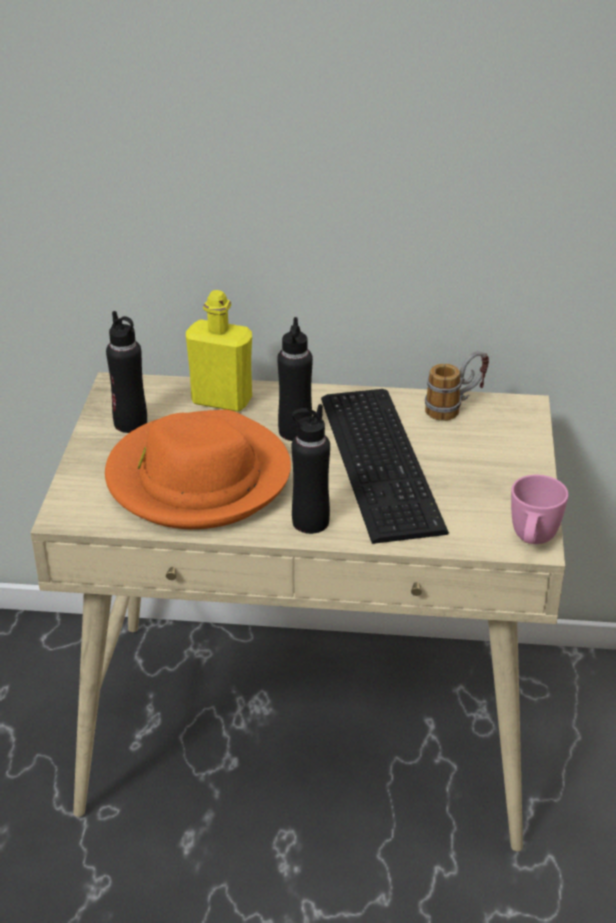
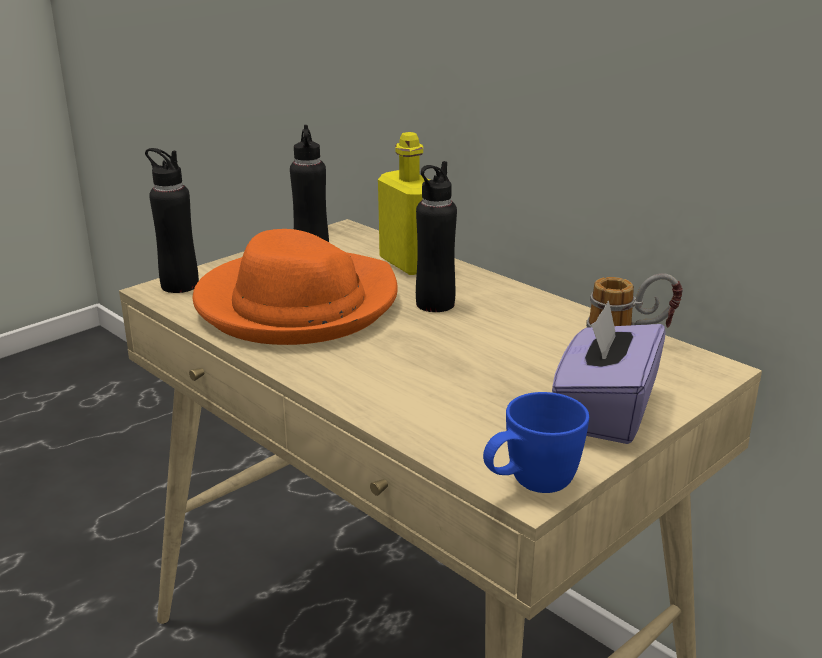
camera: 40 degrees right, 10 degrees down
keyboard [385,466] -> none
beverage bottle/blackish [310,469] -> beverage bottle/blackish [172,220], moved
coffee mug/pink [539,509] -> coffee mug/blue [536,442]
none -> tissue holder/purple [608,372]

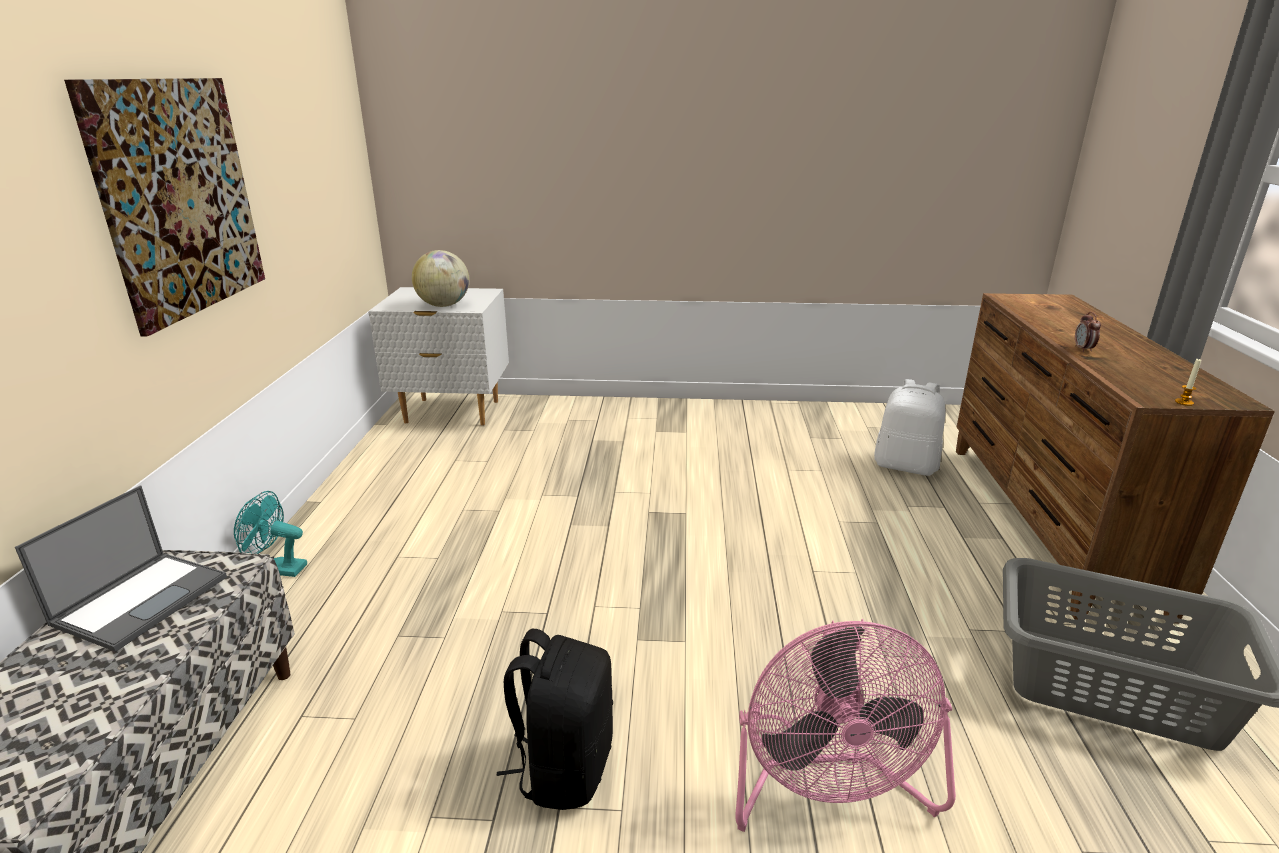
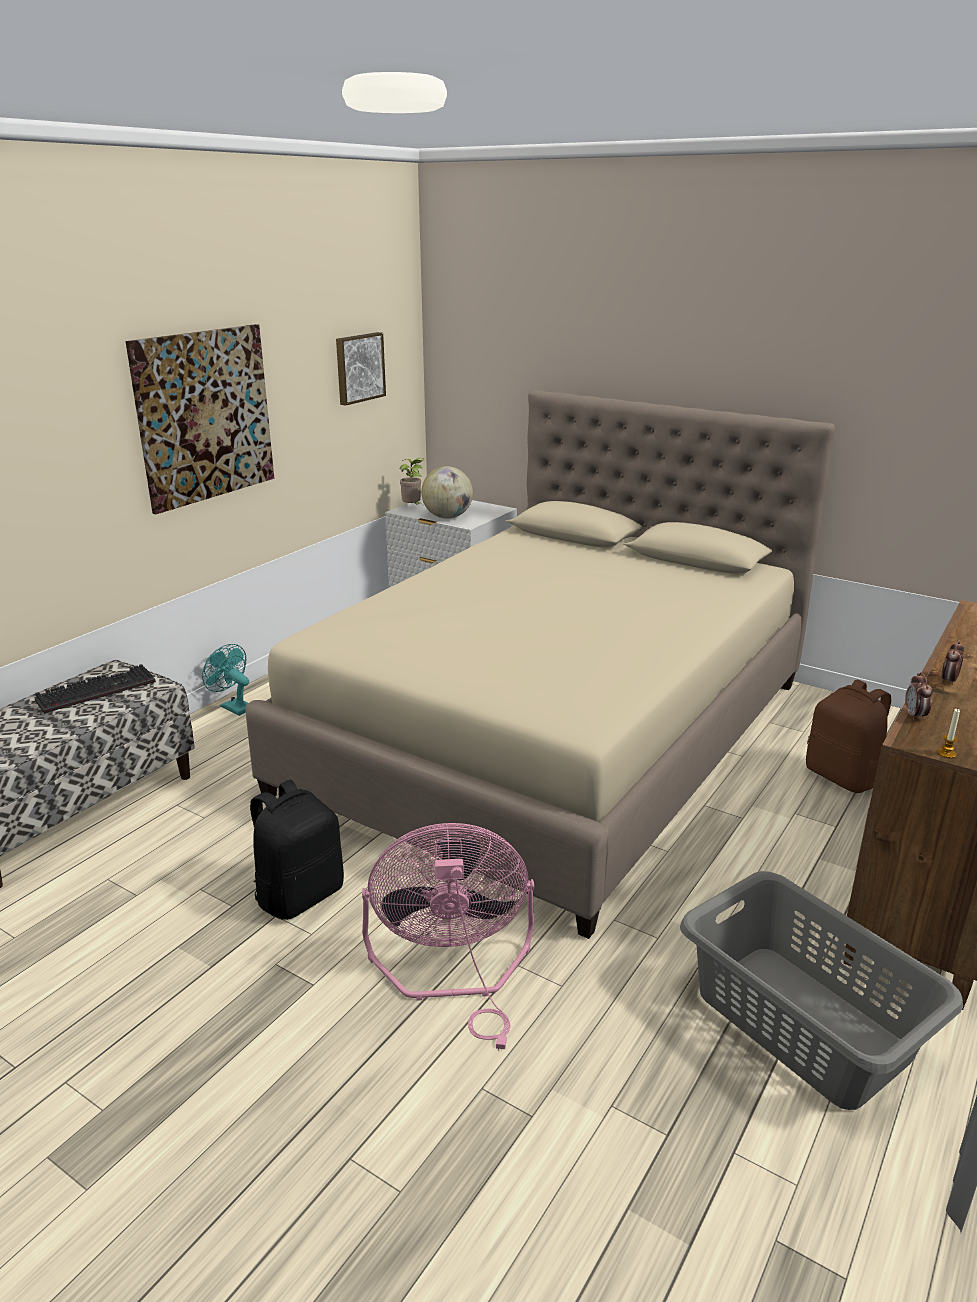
camera: 30 degrees right, 0 degrees up
knapsack/white-coloured [909,427] -> knapsack/brown-coloured [848,736]
notebook computer [121,568] -> keyboard [95,688]
fan/pink [846,725] -> fan/pink [448,936], 150 degrees clockwise
none -> picture [361,368]
none -> sleeping bed/beige-coloured [540,664]
none -> plant in a pot [412,481]
none -> alarm clock [919,696]

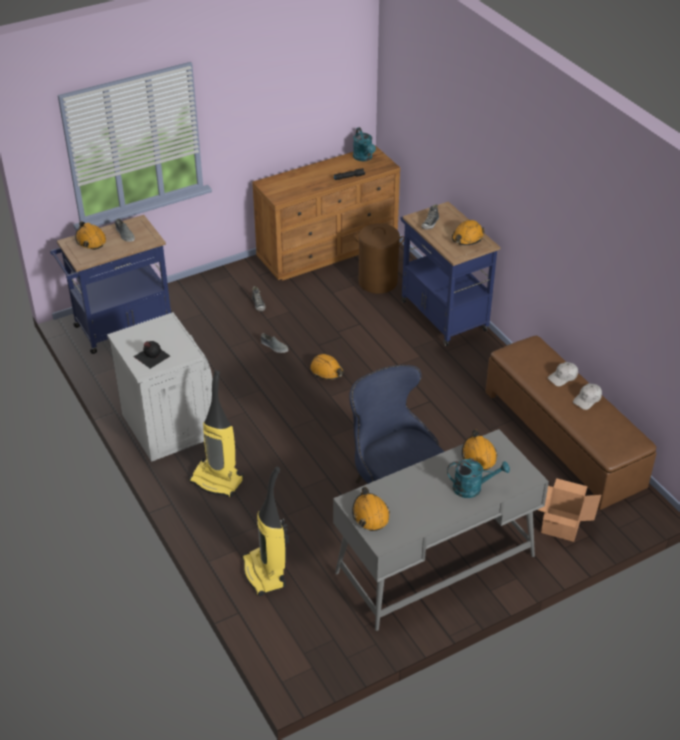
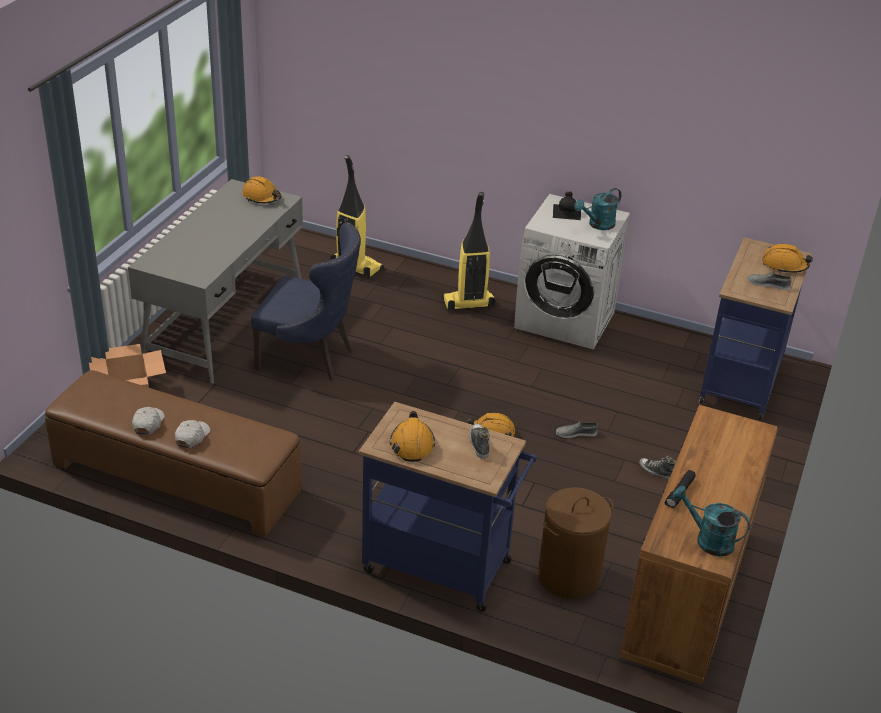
camera: 140 degrees right, 5 degrees down
safety helmet/orange [480,449] -> none
watering pot/turquoise [478,478] -> watering pot/turquoise [597,209], moved

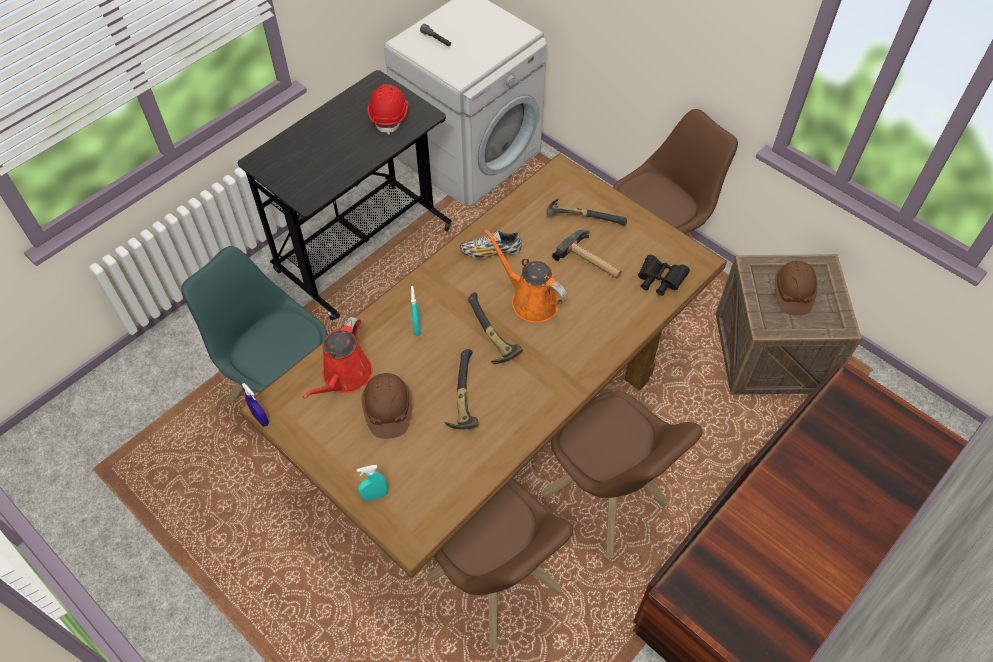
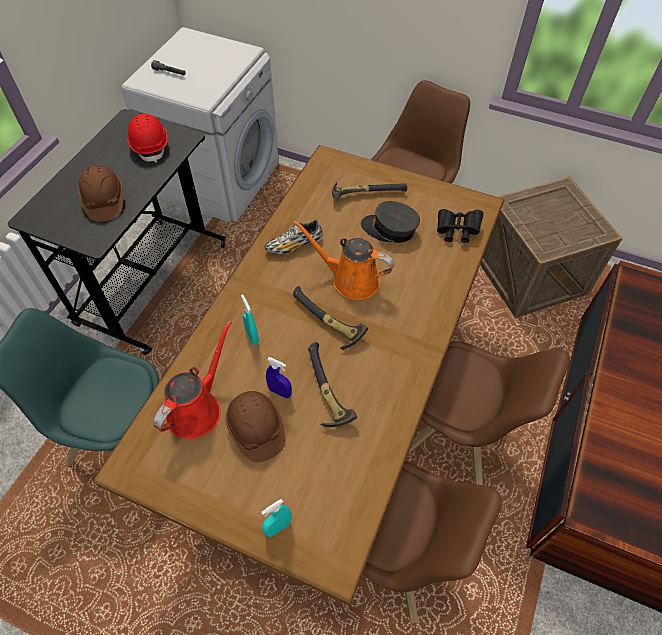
camera: 20 degrees left, 0 degrees up
hand hammer [587,254] -> cap/gray [390,222]
safety helmet/brown-coloured [796,288] -> safety helmet/brown-coloured [100,193], moved
watering pot/red [337,358] -> watering pot/red [192,380], 150 degrees counterclockwise
sprayer/blue [255,405] -> sprayer/blue [279,378], moved

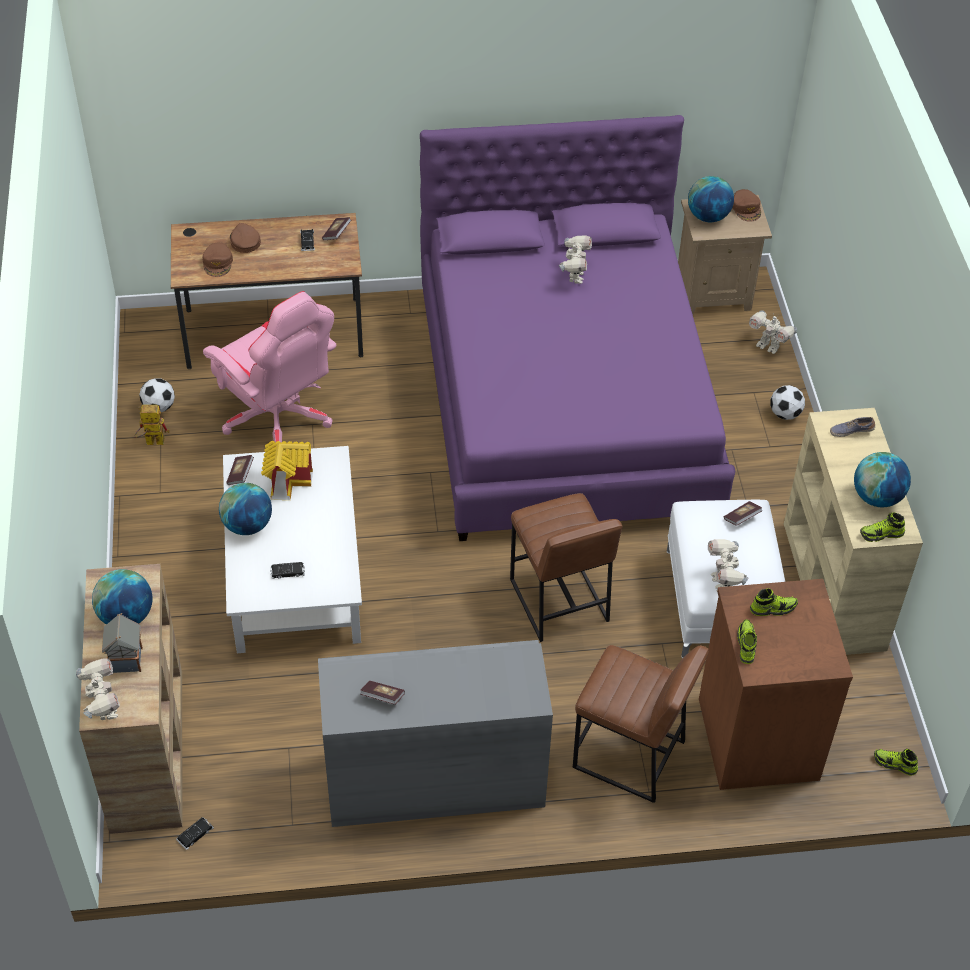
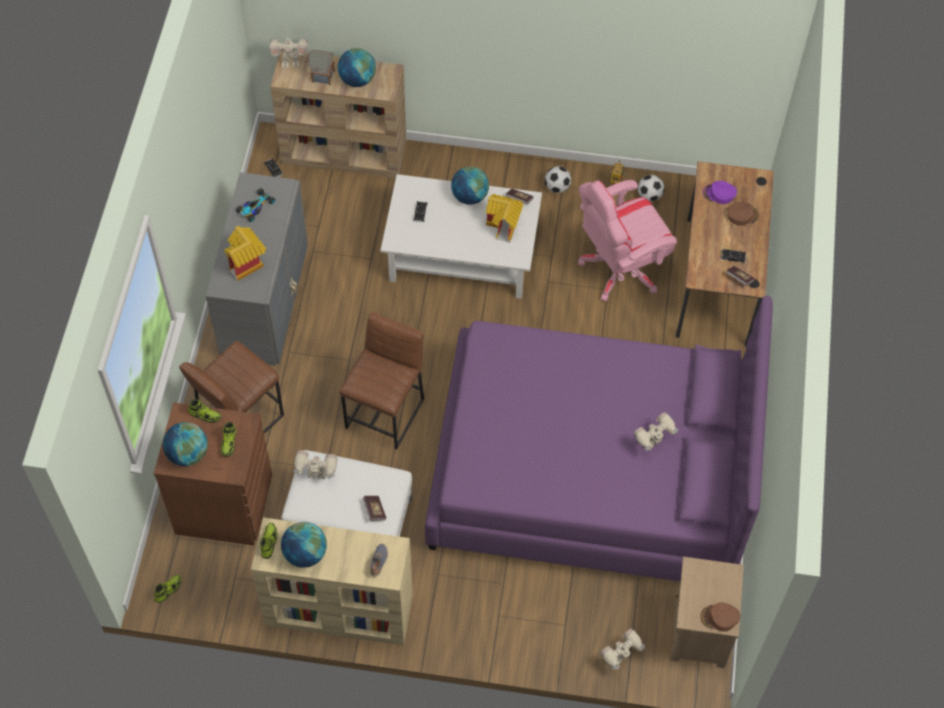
camera: 105 degrees right, 10 degrees up
globe [711,199] -> globe [185,444], moved
toy robot [575,260] -> toy robot [656,431], 120 degrees clockwise
cap/brown-coloured [217,260] -> cap/purple [720,192]
ball for football [787,402] -> ball for football [558,179], moved
plain chair/brown-coloured [566,567] -> plain chair/brown-coloured [381,380], 120 degrees clockwise
volume [382,693] -> model car [255,205]
none -> model house [245,253]

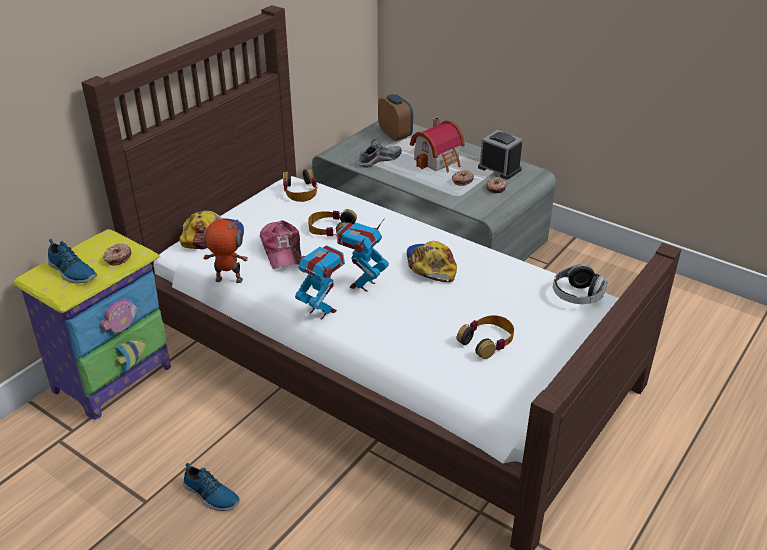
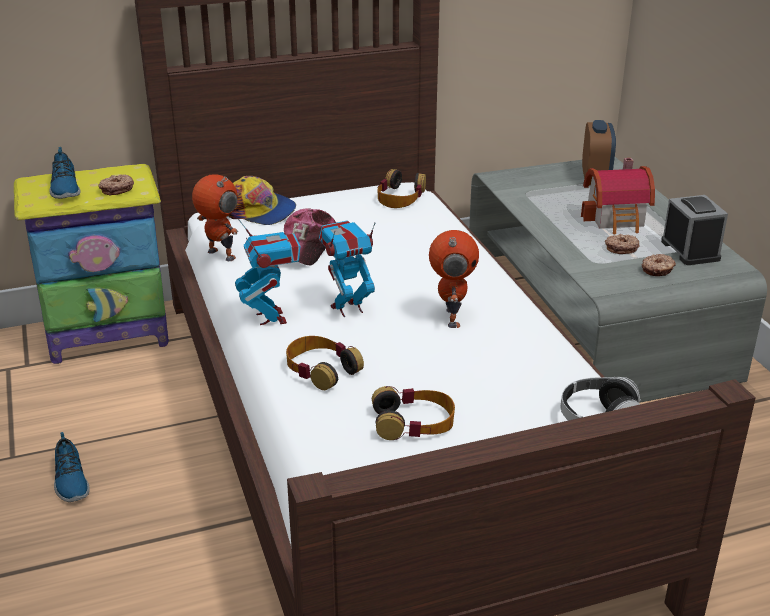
camera: 35 degrees right, 5 degrees down
shoe [380,153] -> none
headphones [332,222] -> headphones [325,363], moved
cap [432,261] -> toy robot [454,279]

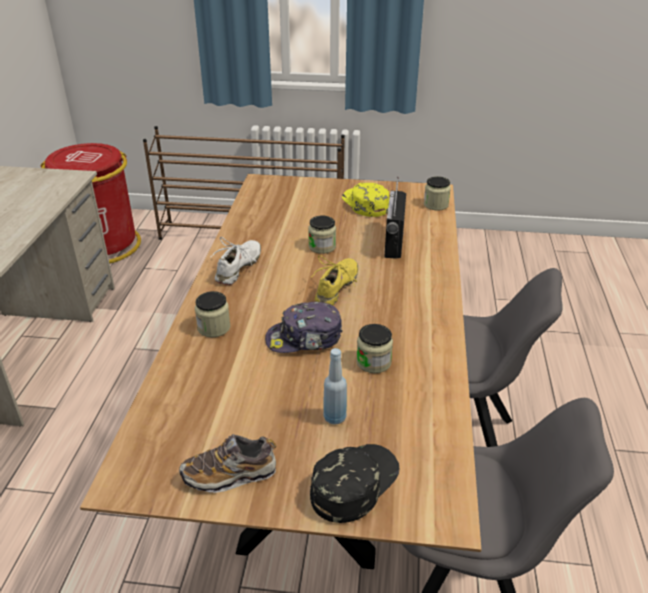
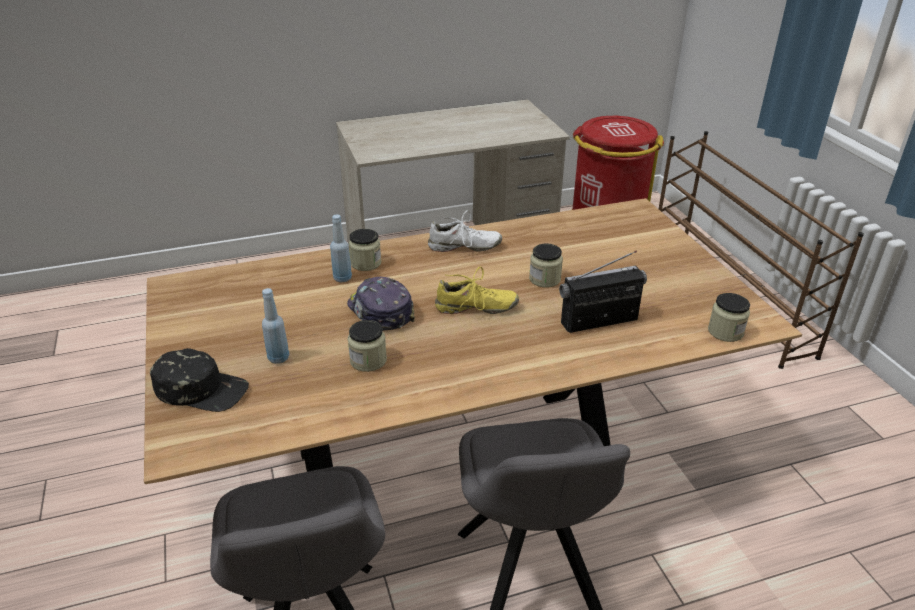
camera: 65 degrees right, 0 degrees up
cap/yellow-coloured [365,200] -> none
shoe [227,463] -> none
none -> beverage bottle/blue [341,248]

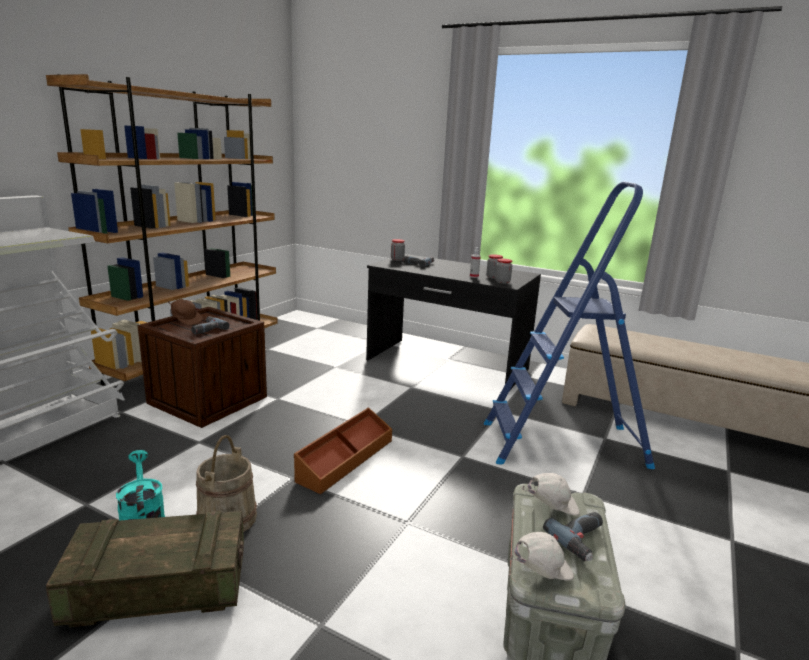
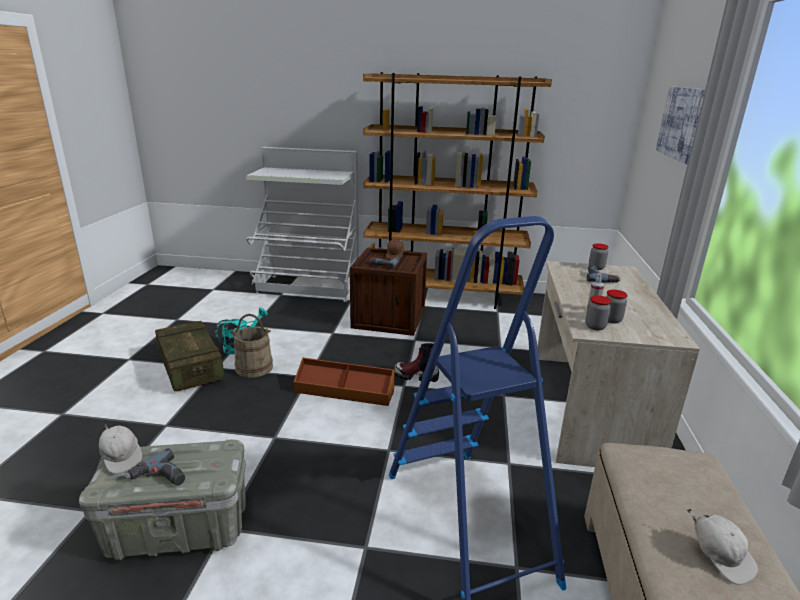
camera: 70 degrees right, 5 degrees up
desk/blackish [453,322] -> desk/beige-coloured [619,364]
cap/white-coloured [551,494] -> cap/white-coloured [722,546], moved
none -> picture [680,125]
none -> boot [416,362]

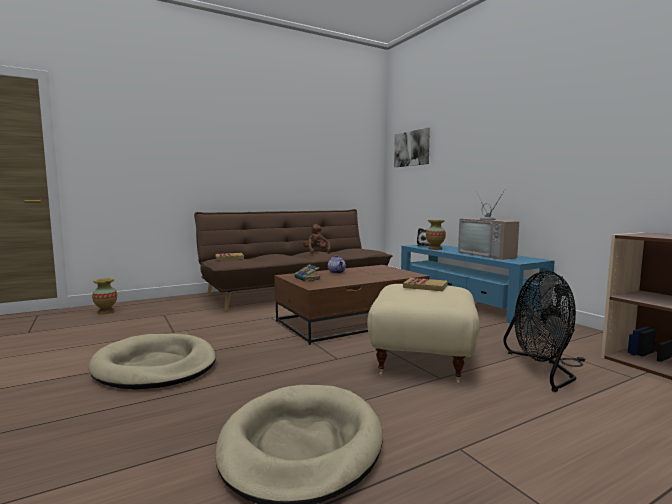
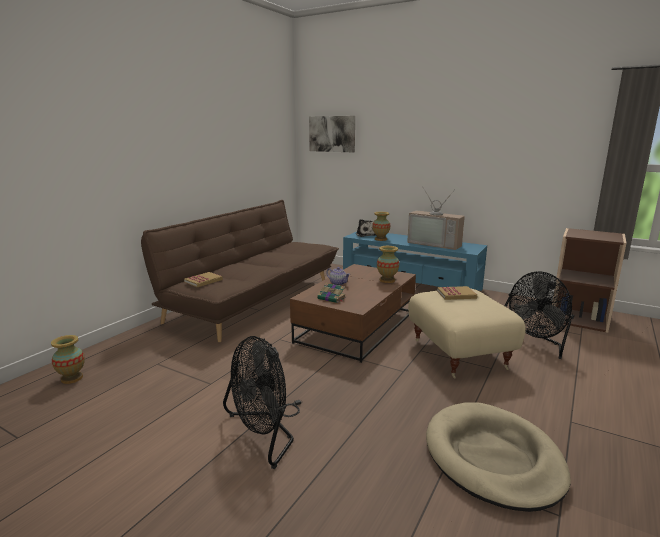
camera: 30 degrees left, 10 degrees up
soft toy/brown-coloured [316,239] -> none
dog cushion/beige-coloured [152,362] -> fan/blackish [263,402]
none -> decorative vase [388,264]

